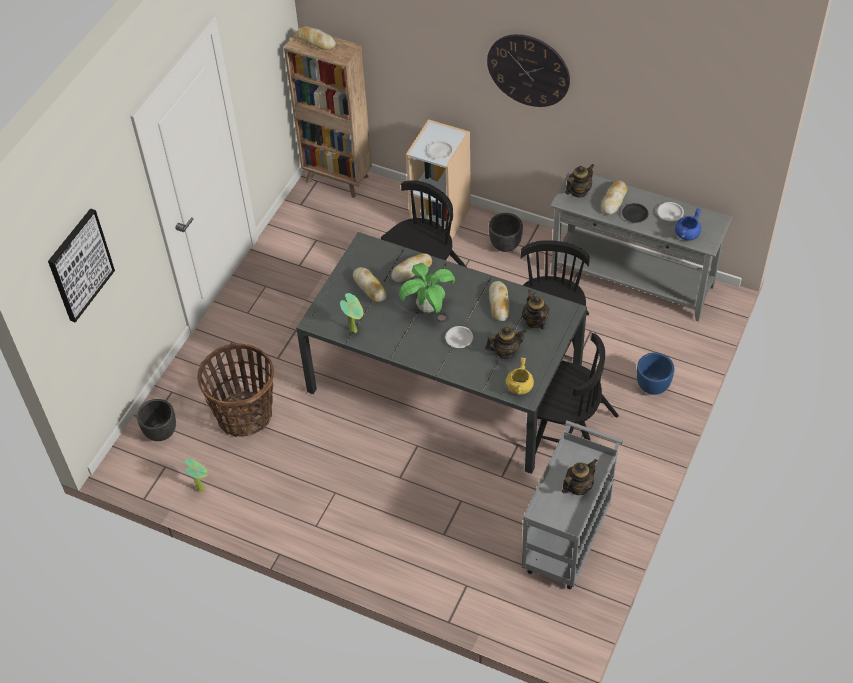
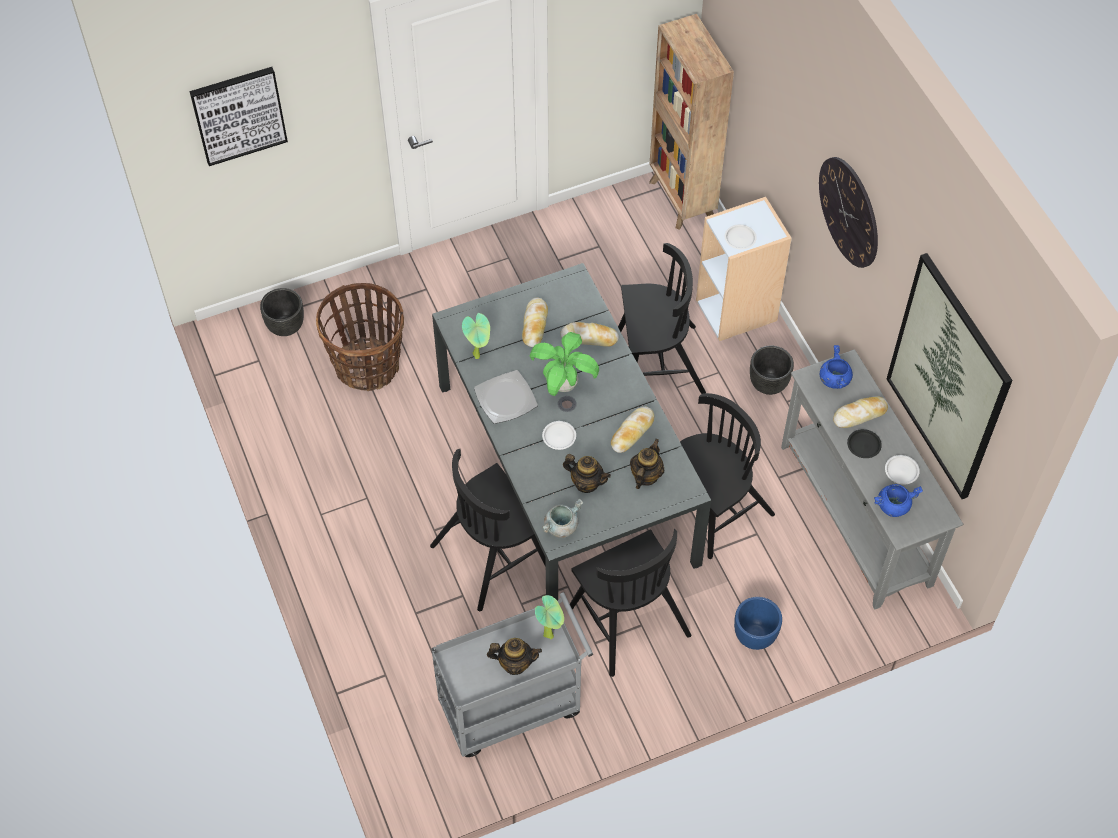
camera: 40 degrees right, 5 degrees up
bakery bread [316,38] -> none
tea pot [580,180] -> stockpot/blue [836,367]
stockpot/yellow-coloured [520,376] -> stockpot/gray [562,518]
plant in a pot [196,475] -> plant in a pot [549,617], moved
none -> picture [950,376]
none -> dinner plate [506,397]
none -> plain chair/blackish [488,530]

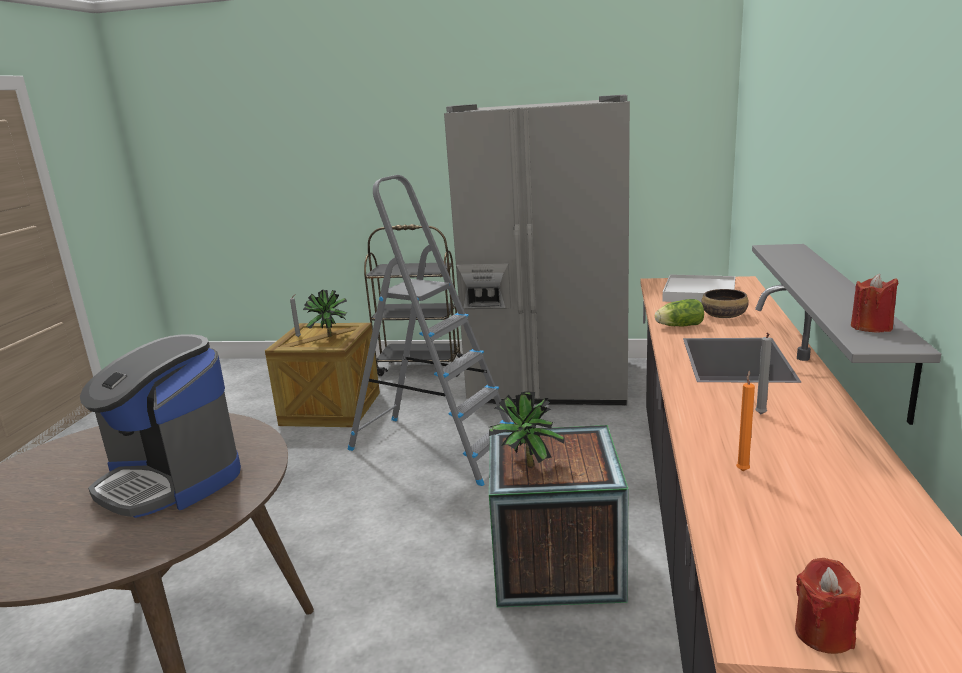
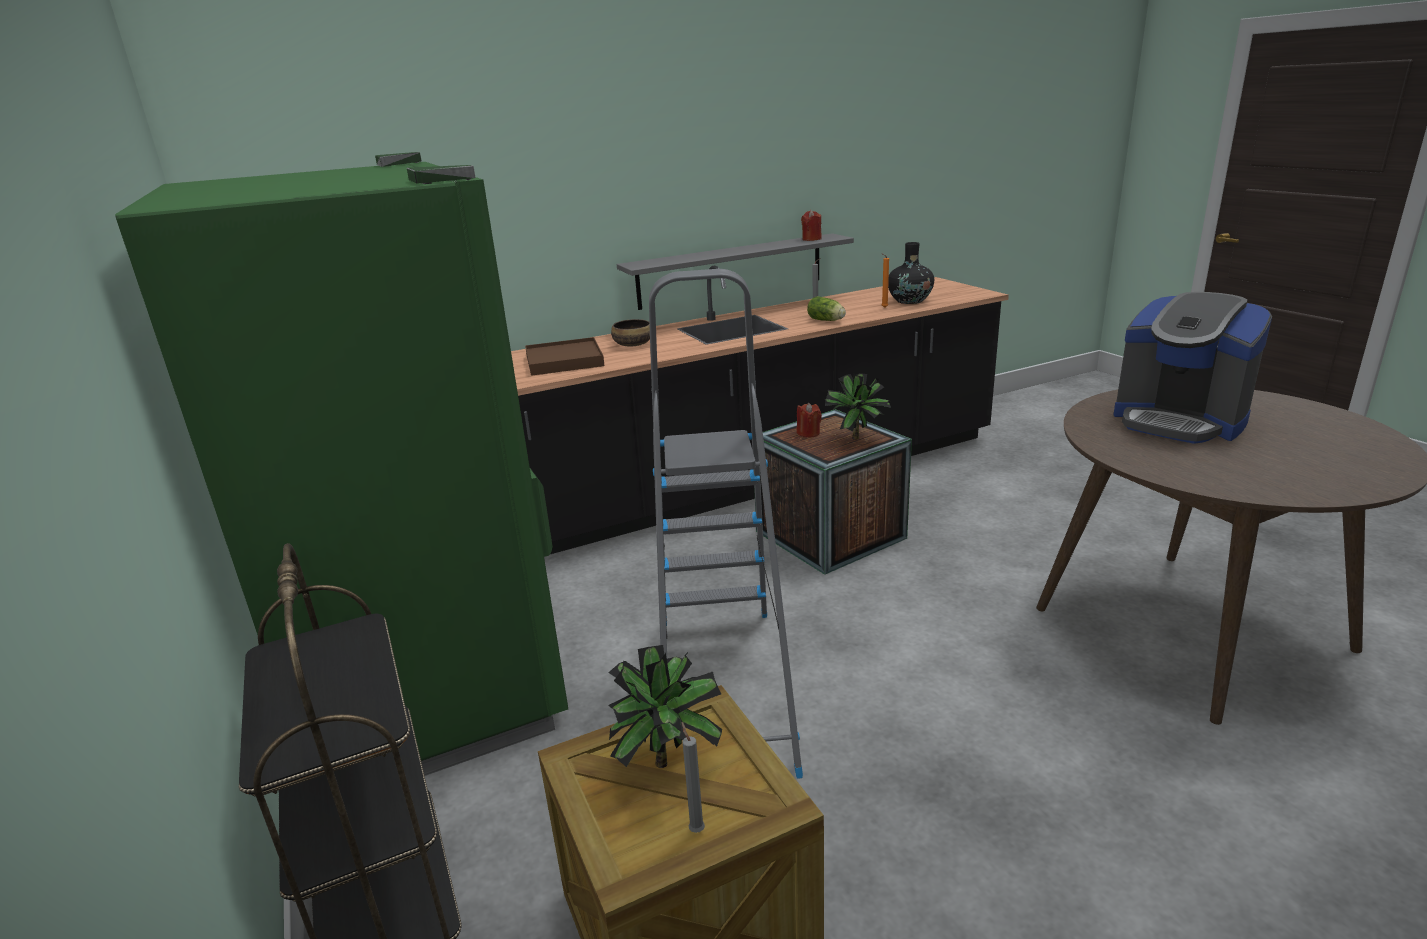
camera: 125 degrees left, 5 degrees up
fridge/gray [537,250] -> fridge/greenish [341,464]
tray/white-coloured [698,288] -> tray/brown-coloured [565,356]
lettuce [679,313] -> lettuce [826,308], moved
coffee maker [160,426] -> coffee maker [1192,368], 135 degrees clockwise
wax light/red [828,606] -> wax light/red [809,420], moved
none -> decorative vase/blackish [911,273]

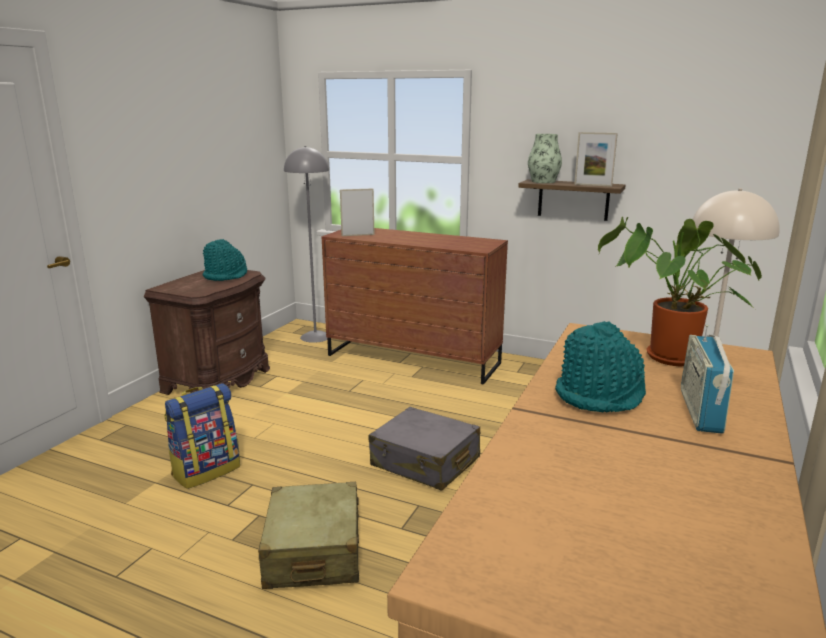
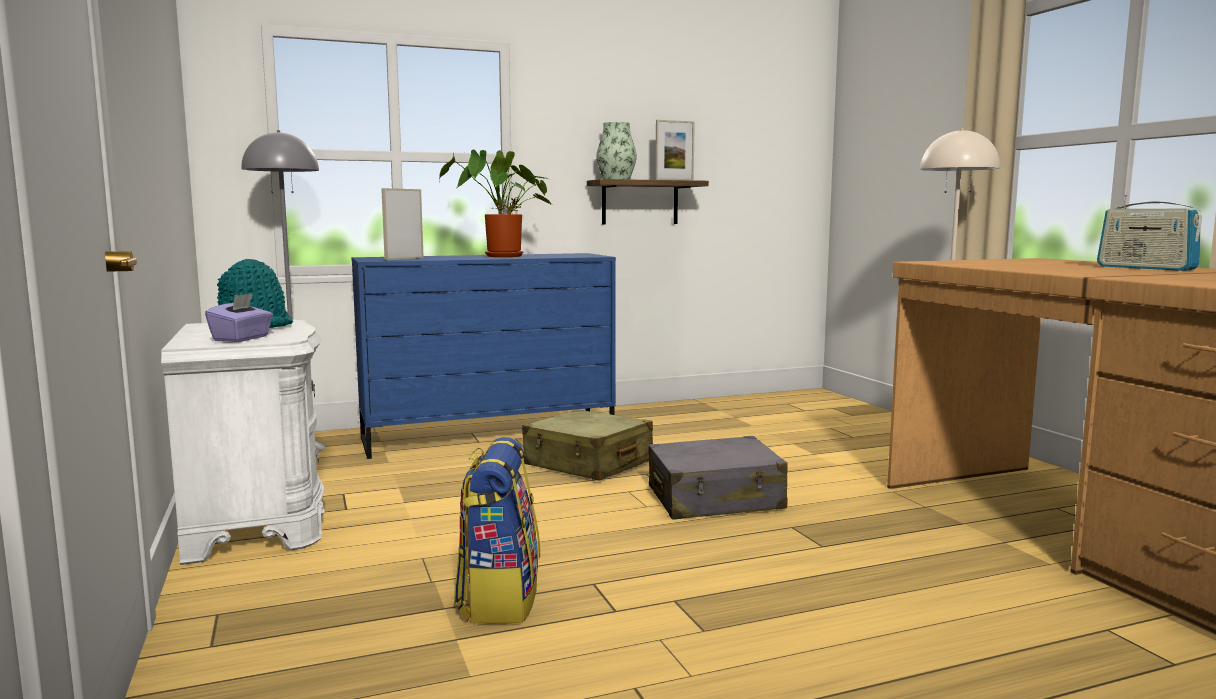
camera: 45 degrees left, 10 degrees down
plant in a pot [680,291] -> plant in a pot [495,203], moved
chest of drawers/brown-coloured [414,306] -> chest of drawers/blue [483,356]
night table/brown-coloured [207,332] -> night table/white-coloured [243,442]
hat/turquoise [600,366] -> none
piece of luggage/beige-coloured [308,535] -> piece of luggage/beige-coloured [587,445], moved
none -> tissue holder/purple [239,317]

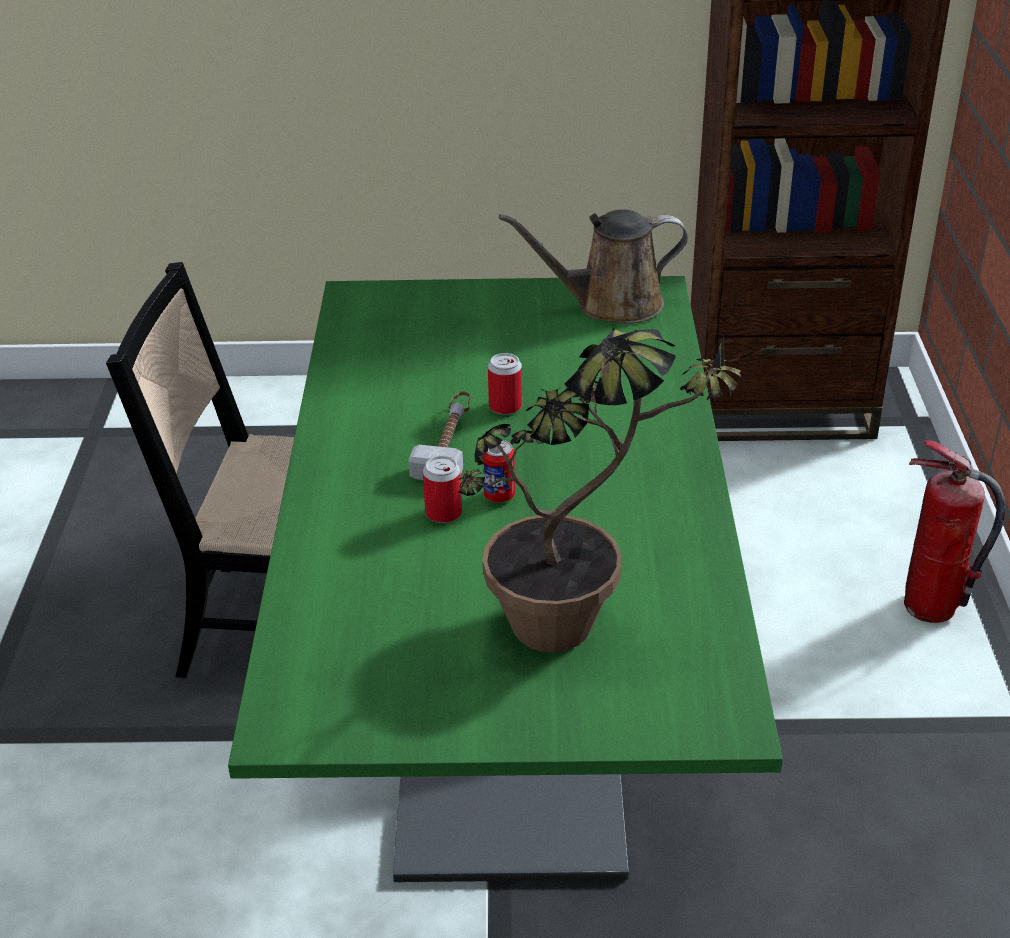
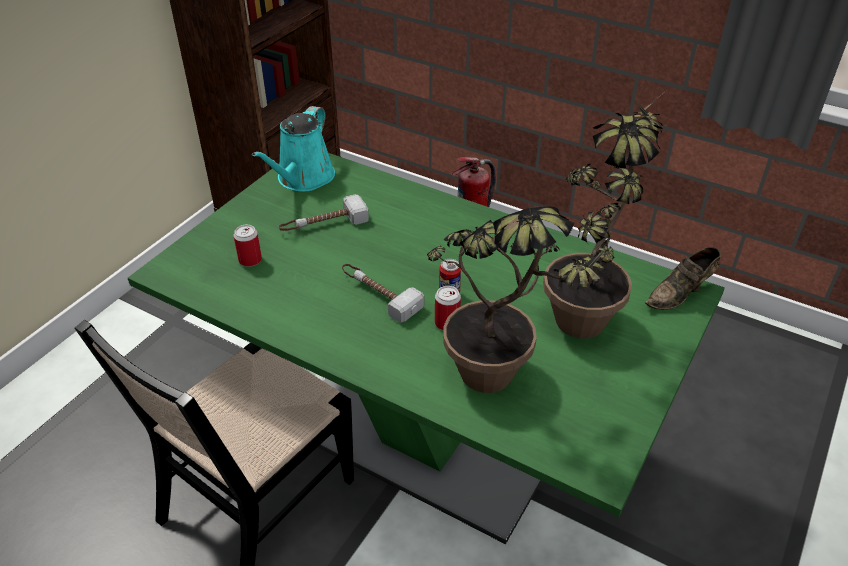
camera: 60 degrees left, 5 degrees up
watering pot/brown-coloured [593,266] -> watering pot/turquoise [293,149]
sealed can [505,384] -> sealed can [248,246], moved
none -> hand hammer [324,212]
none -> plant in a pot [518,300]
none -> shoe/brown-coloured [683,278]

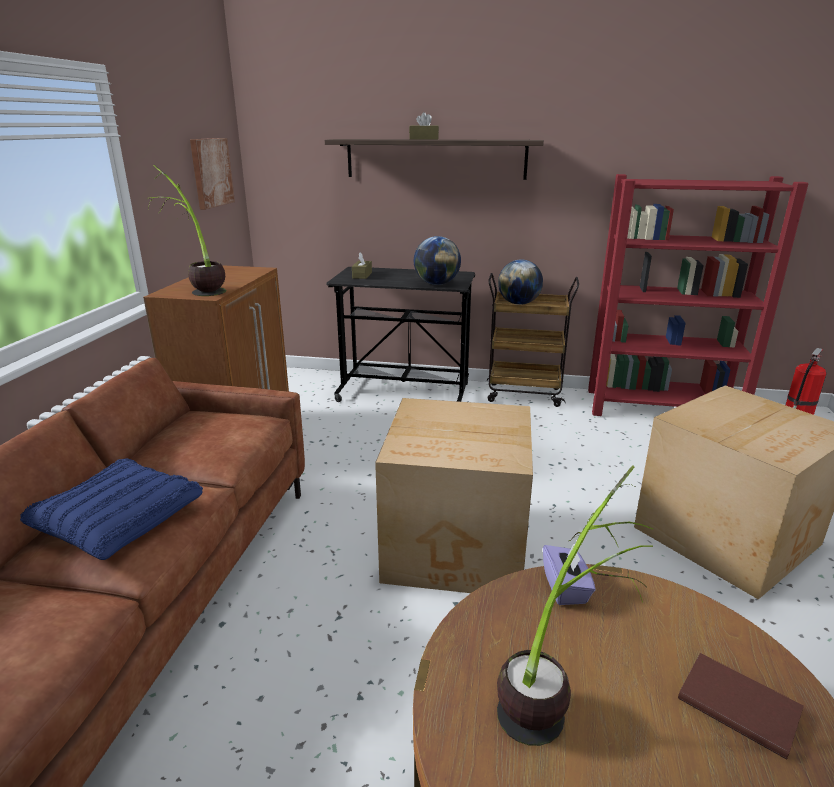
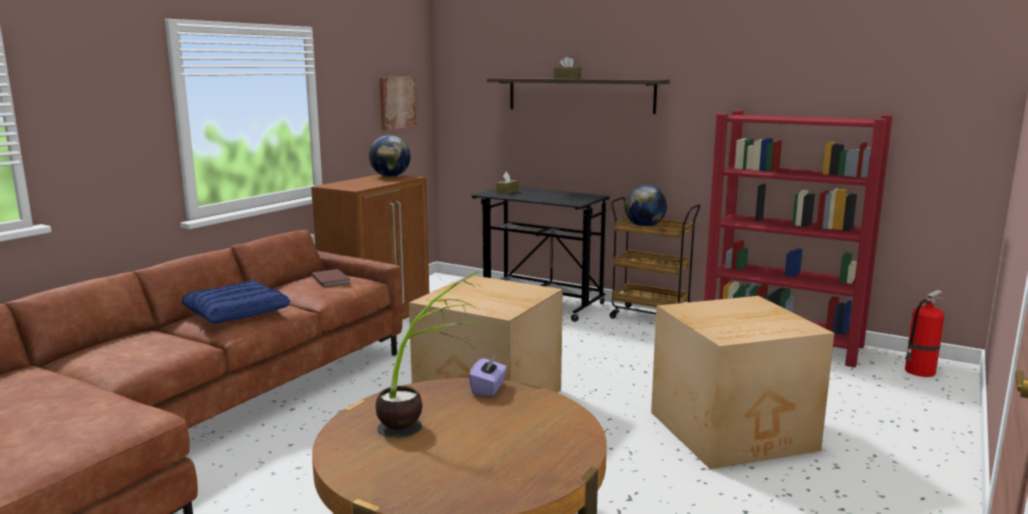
camera: 20 degrees right, 10 degrees down
plant in a pot [187,230] -> none
globe [437,260] -> globe [390,156], moved
volume/brown-coloured [741,706] -> volume/brown-coloured [331,278], moved

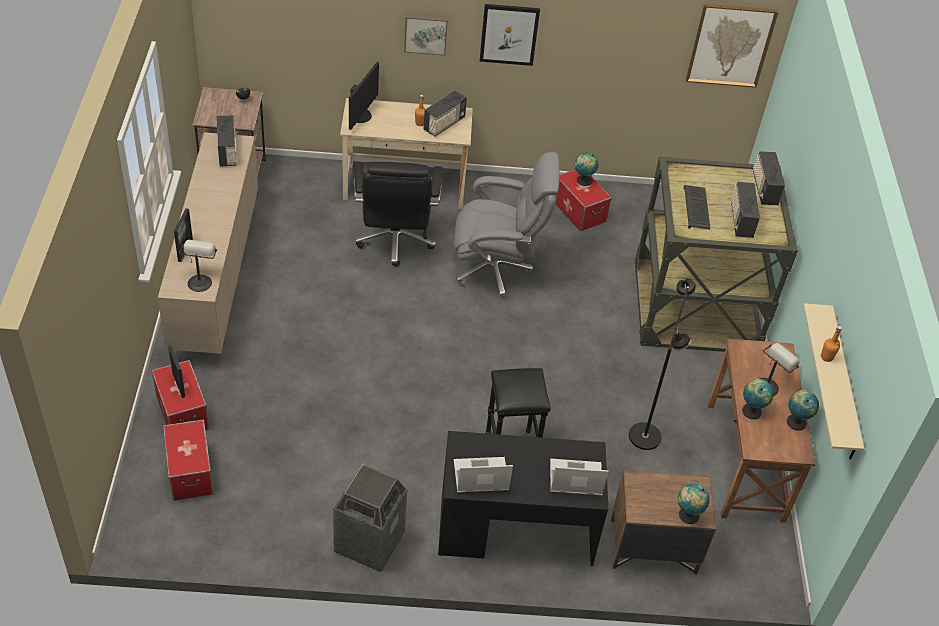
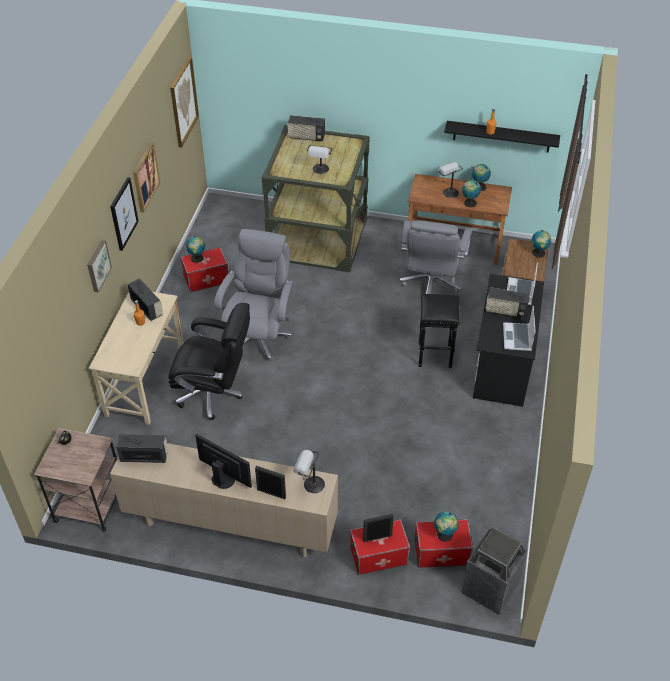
camera: 75 degrees left, 0 degrees up
computer screen [364,96] -> computer screen [223,461], moved
radio receiver [745,210] -> radio receiver [507,302], moved
keyboard [697,207] -> lamp for a table [319,159]
floor lamp/blackish [662,363] -> computer chair/gray [436,257]
bracket shelf/beige-coloured [833,381] -> bracket shelf/blackish [502,137]
trash can [370,518] -> trash can [494,571], moved
none -> picture [147,178]
none -> globe [446,526]

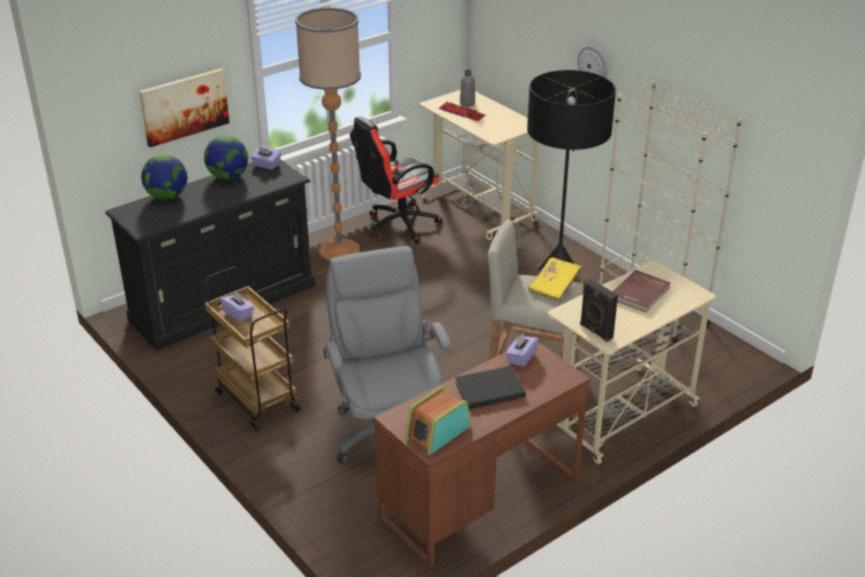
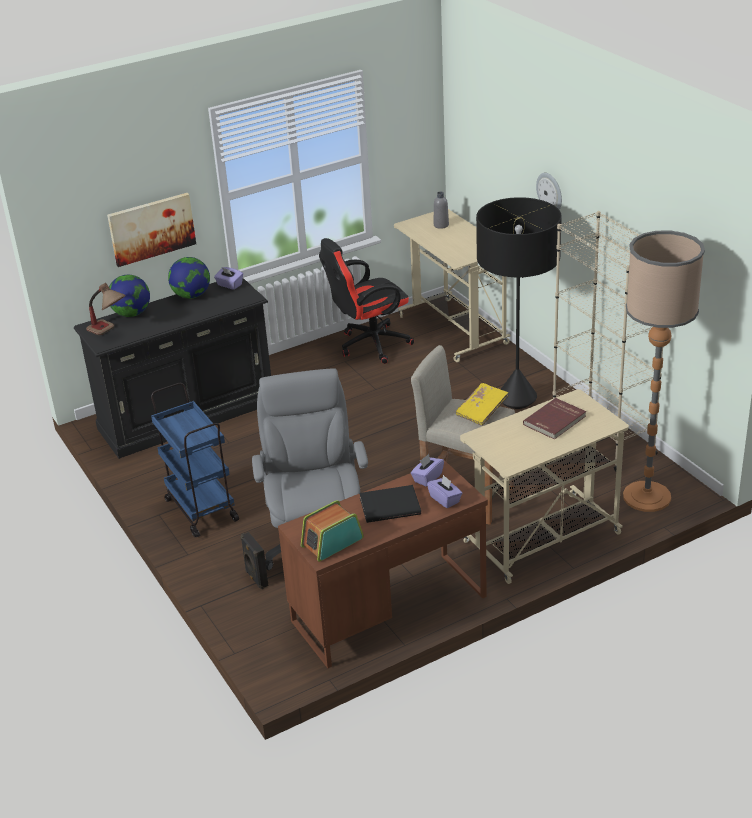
camera: 10 degrees right, 0 degrees up
floor lamp [328,134] -> floor lamp [664,371], moved
keyboard [462,111] -> none
wheeled cart/brown-coloured [253,349] -> wheeled cart/blue [195,460]
loudspeaker/blackish [599,310] -> loudspeaker/blackish [255,560], moved
tissue holder/purple [237,306] -> tissue holder/purple [445,491], moved
none -> lamp for a table [106,309]

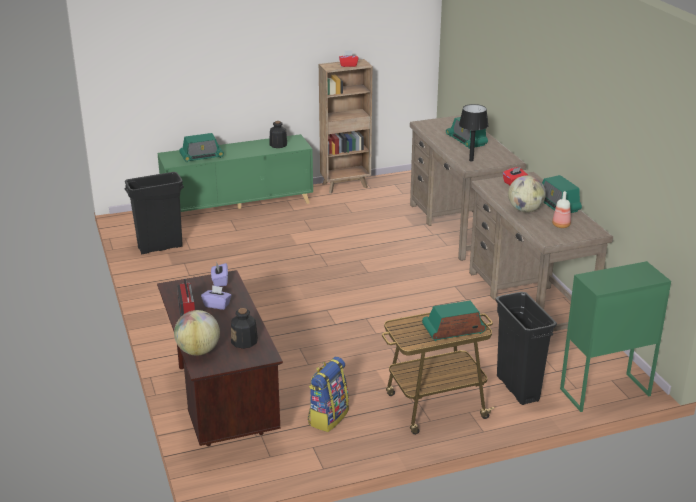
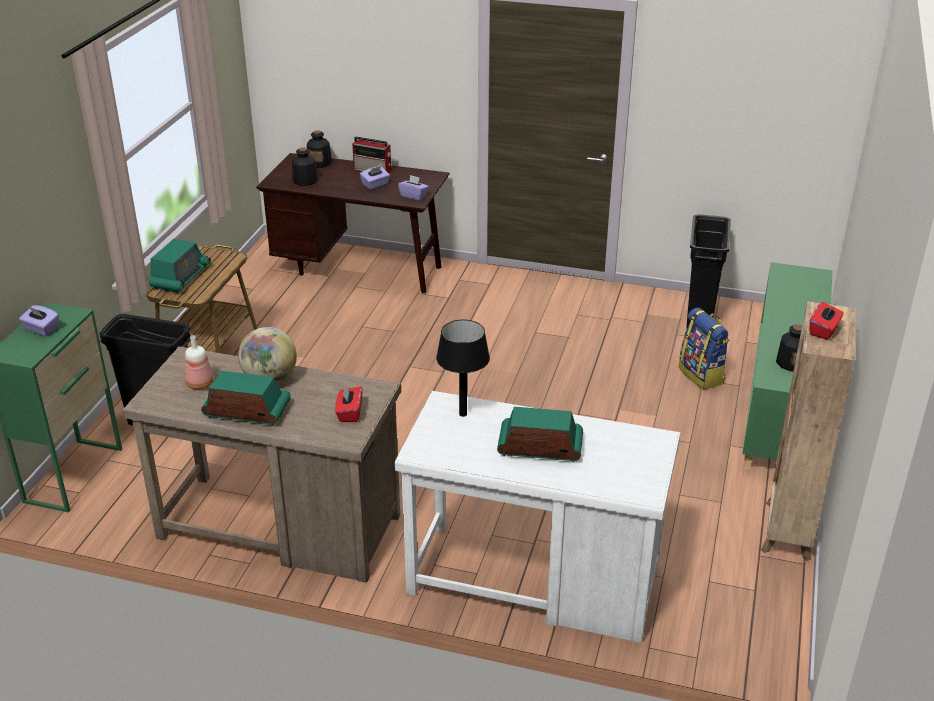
camera: 125 degrees right, 5 degrees up
desk/brown-coloured [468,188] -> desk/white-coloured [537,517]
radio receiver [201,148] -> none
globe [197,333] -> beverage bottle [319,149]
knapsack [328,394] -> knapsack [704,349], moved
none -> tissue holder/purple [39,320]

